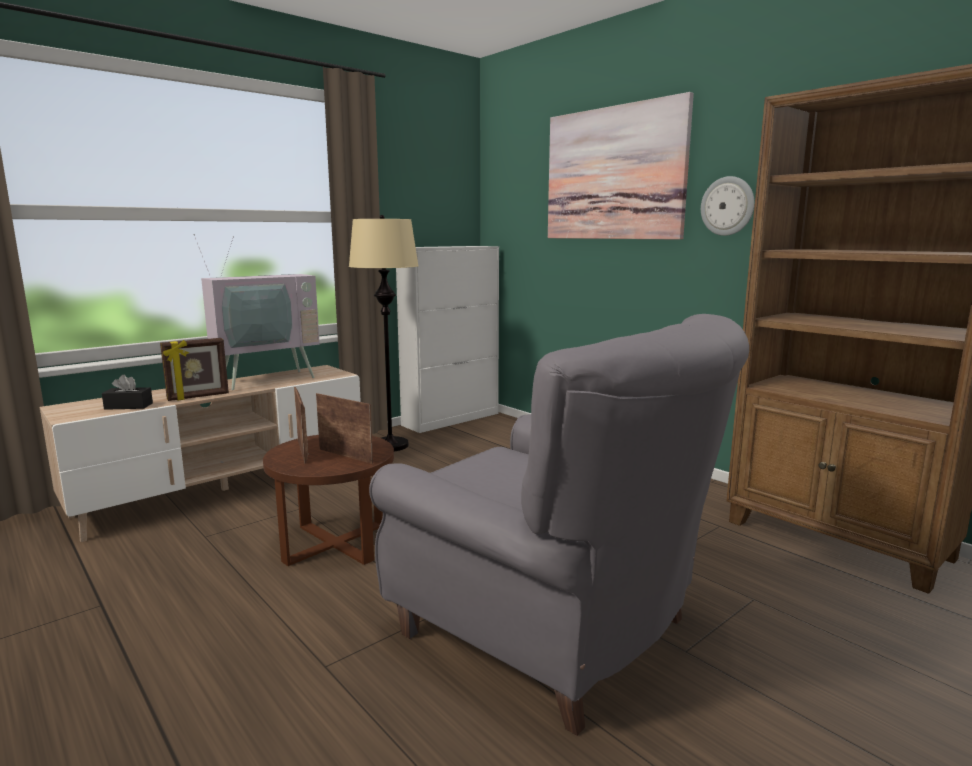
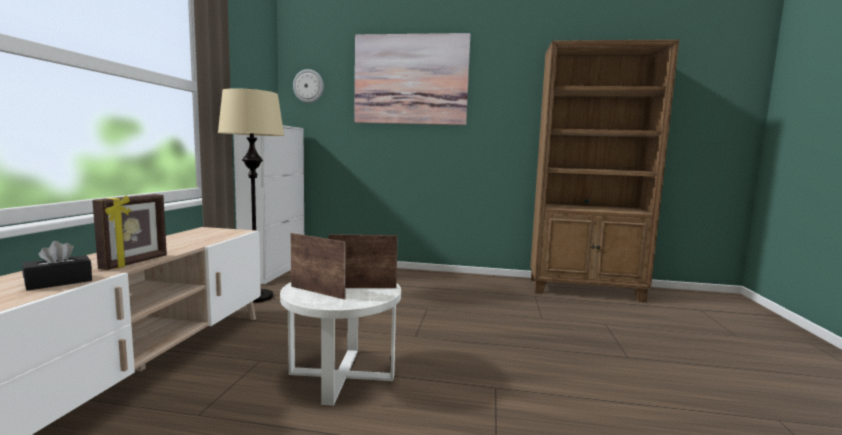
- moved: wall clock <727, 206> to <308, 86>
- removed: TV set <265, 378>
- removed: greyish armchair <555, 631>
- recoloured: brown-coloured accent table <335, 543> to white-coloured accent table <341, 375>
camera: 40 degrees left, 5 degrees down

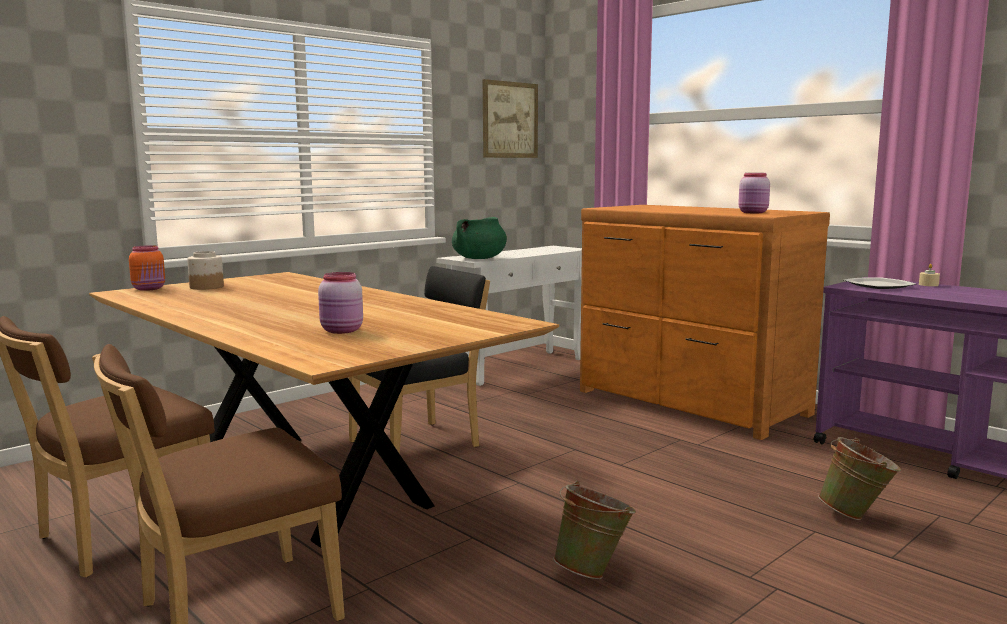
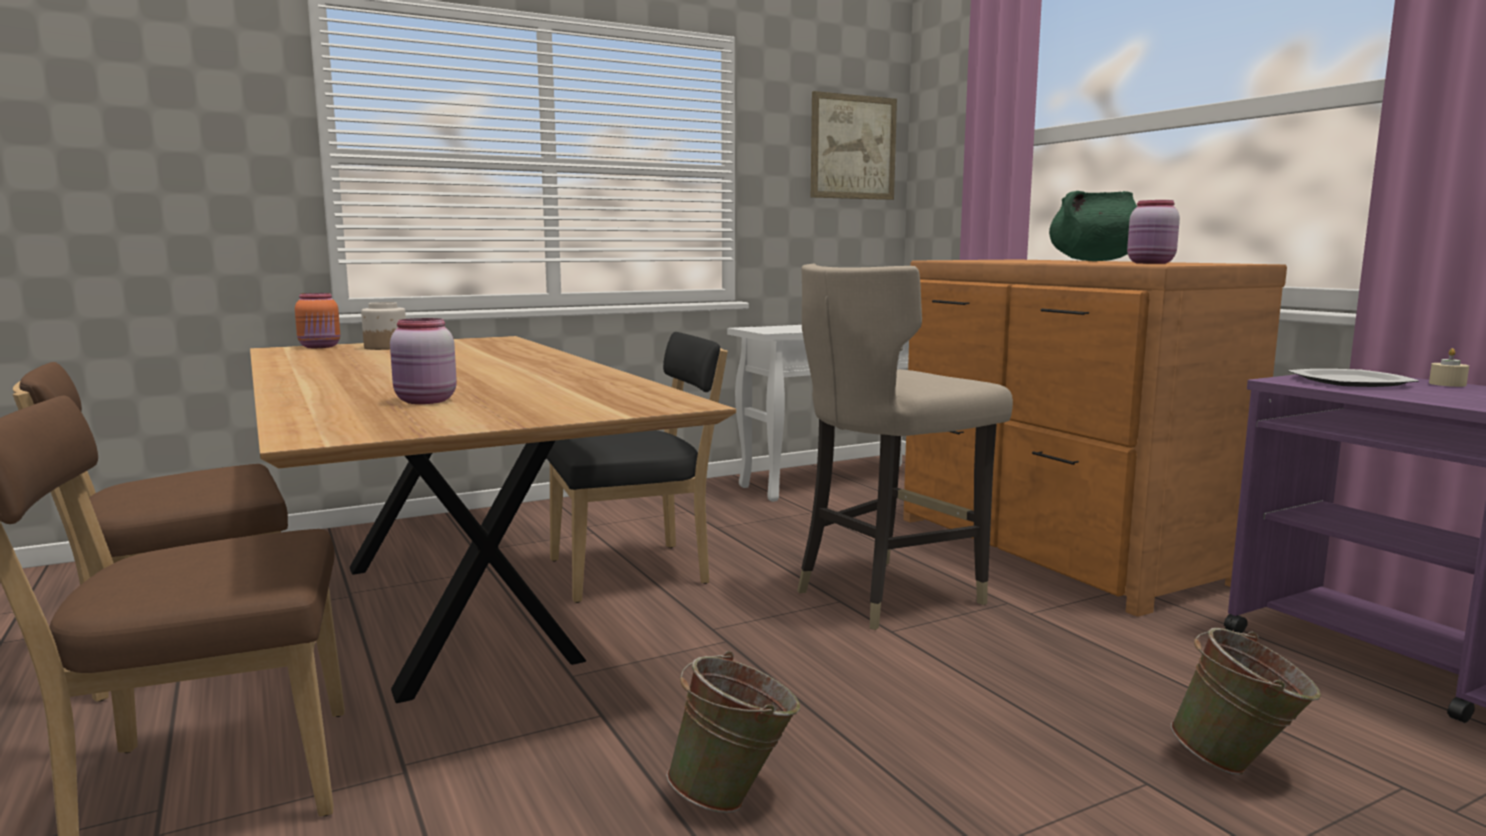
- moved: greenish cooking pot <479, 258> to <1094, 261>
- added: sand-coloured stool <888, 594>
camera: 15 degrees right, 0 degrees up

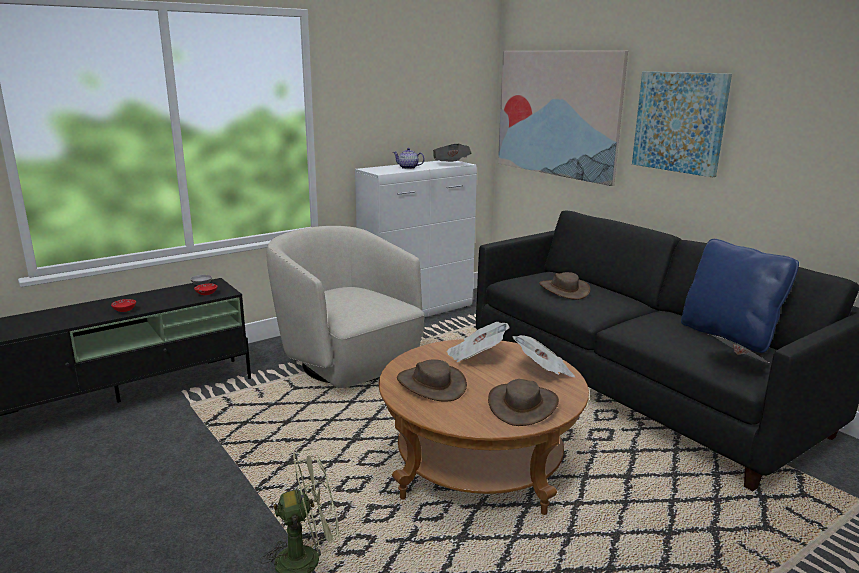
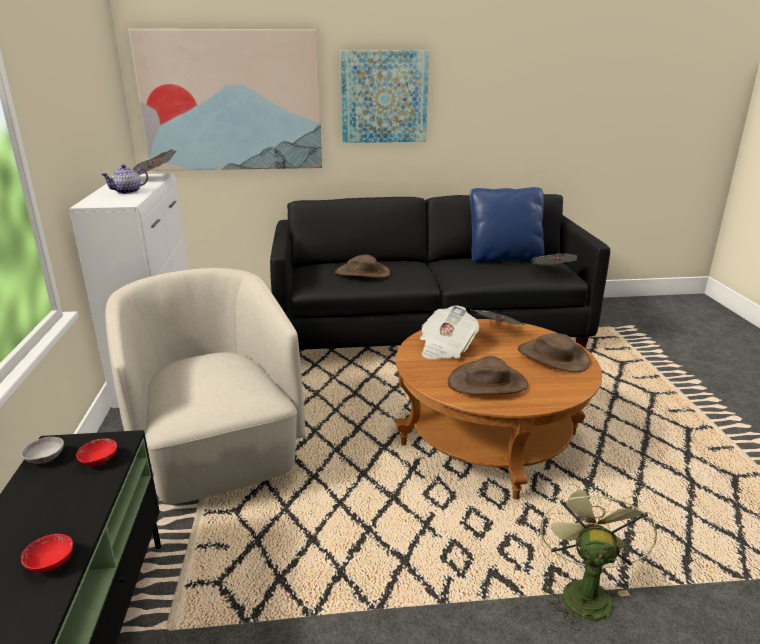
- turned: sand-coloured armchair <348, 362> = <217, 452> 75 degrees clockwise
camera: 60 degrees left, 5 degrees up

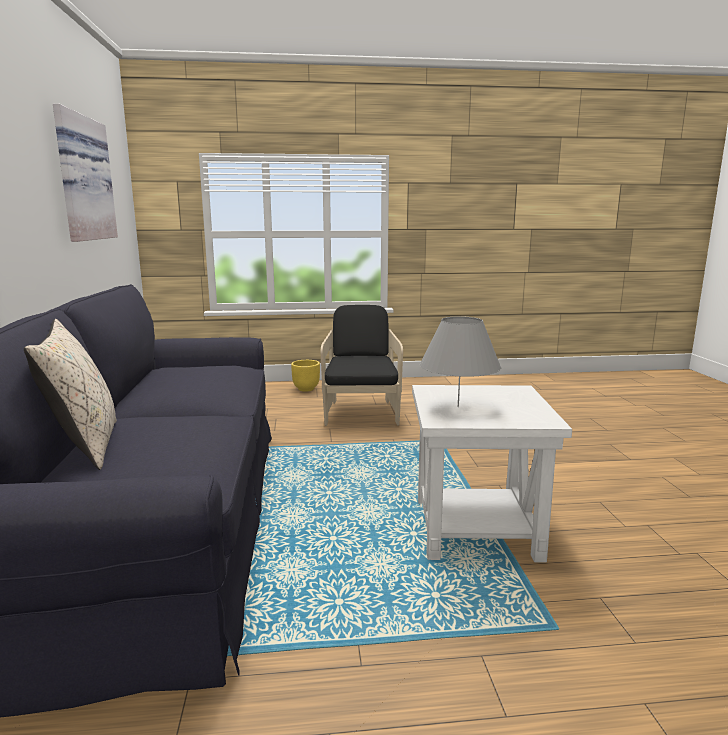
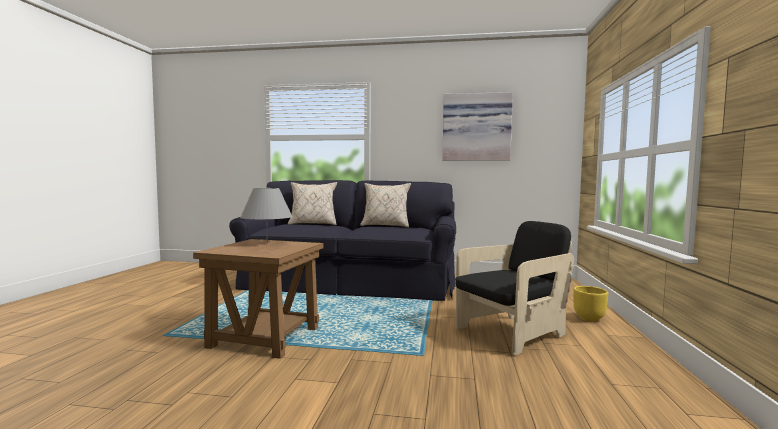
- turned: blackish armchair <361, 412> = <511, 333> 45 degrees counterclockwise
- recoloured: white-coloured accent table <474, 527> to brown-coloured accent table <265, 337>
- added: sand-coloured pillow <385, 226>
camera: 105 degrees right, 10 degrees down

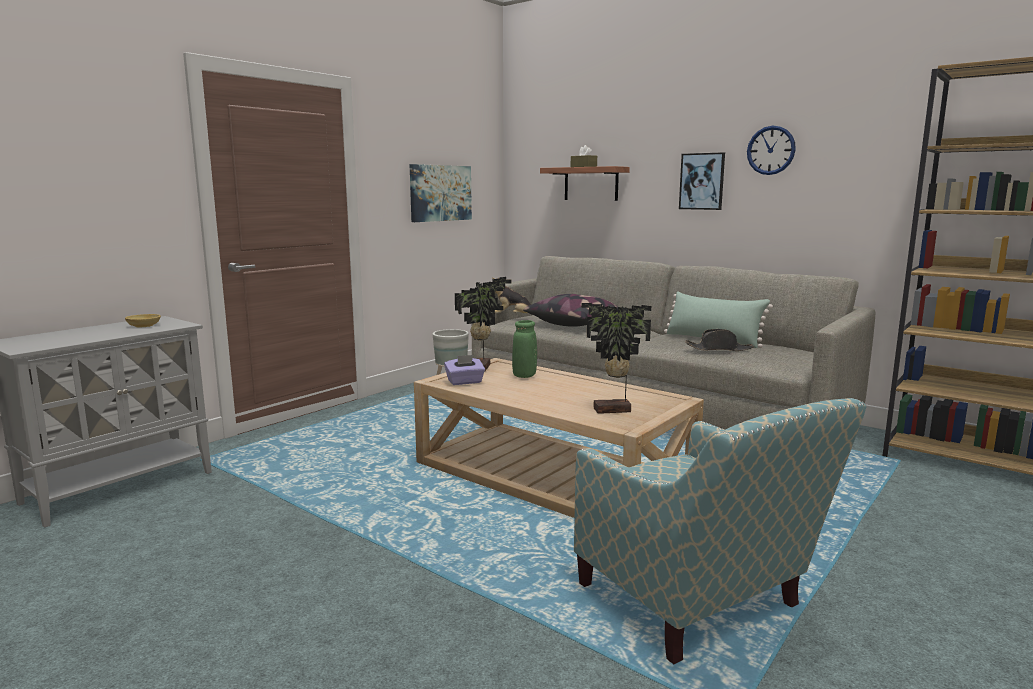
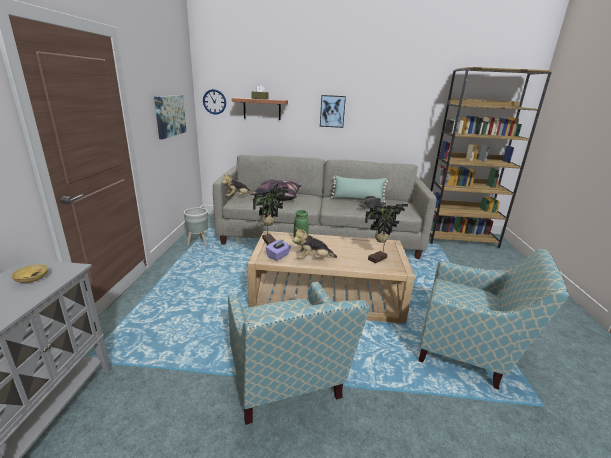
- moved: wall clock <771, 150> to <214, 102>
- added: soft toy <313, 259>
- added: armchair <287, 387>
camera: 35 degrees left, 10 degrees up

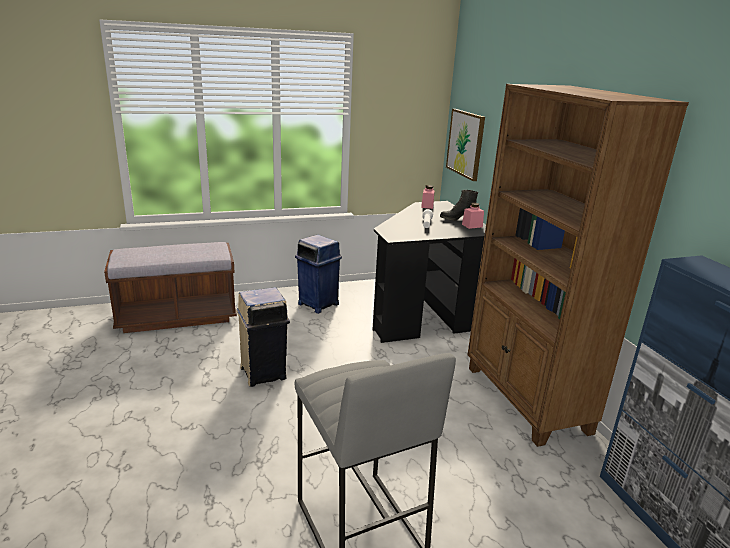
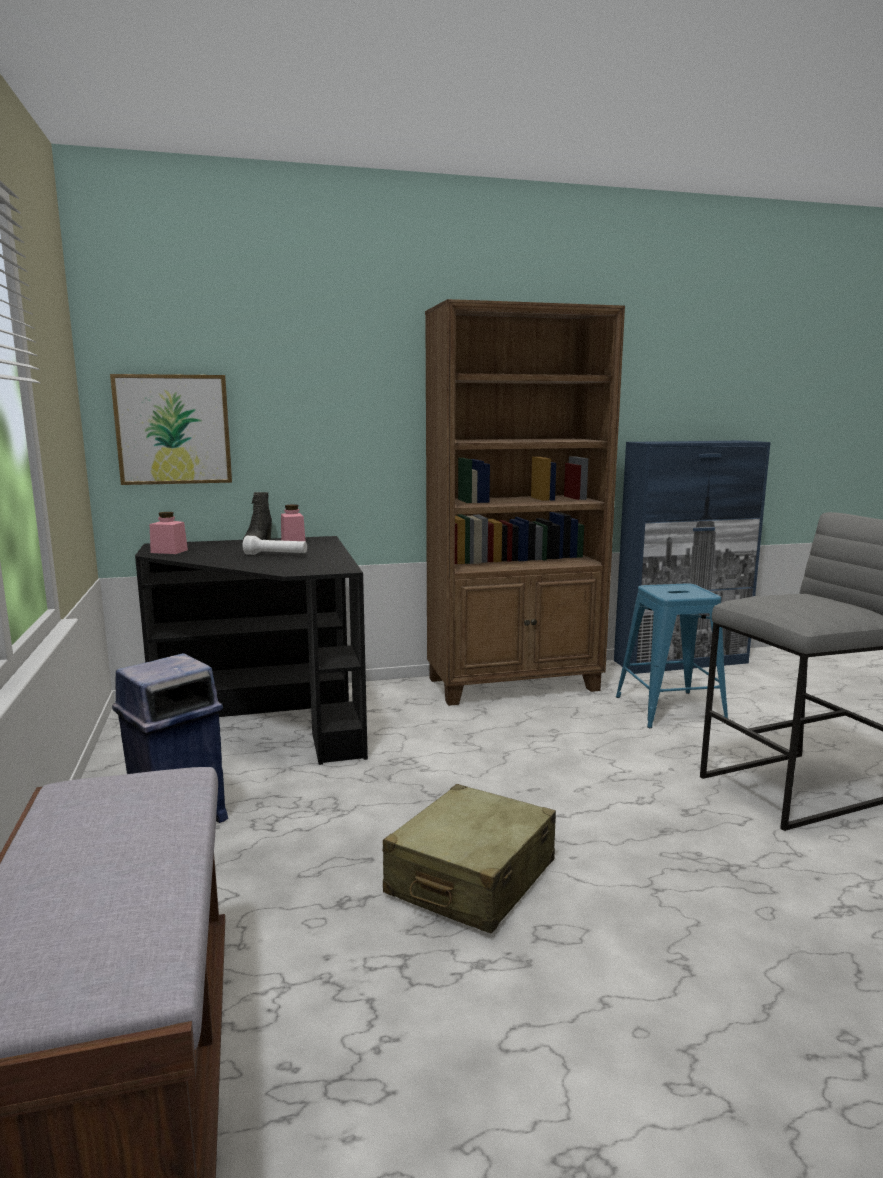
- replaced: sand-coloured waste bin <264, 373> to sand-coloured suitcase <471, 878>
- added: blue-coloured stool <669, 709>
camera: 85 degrees left, 10 degrees down

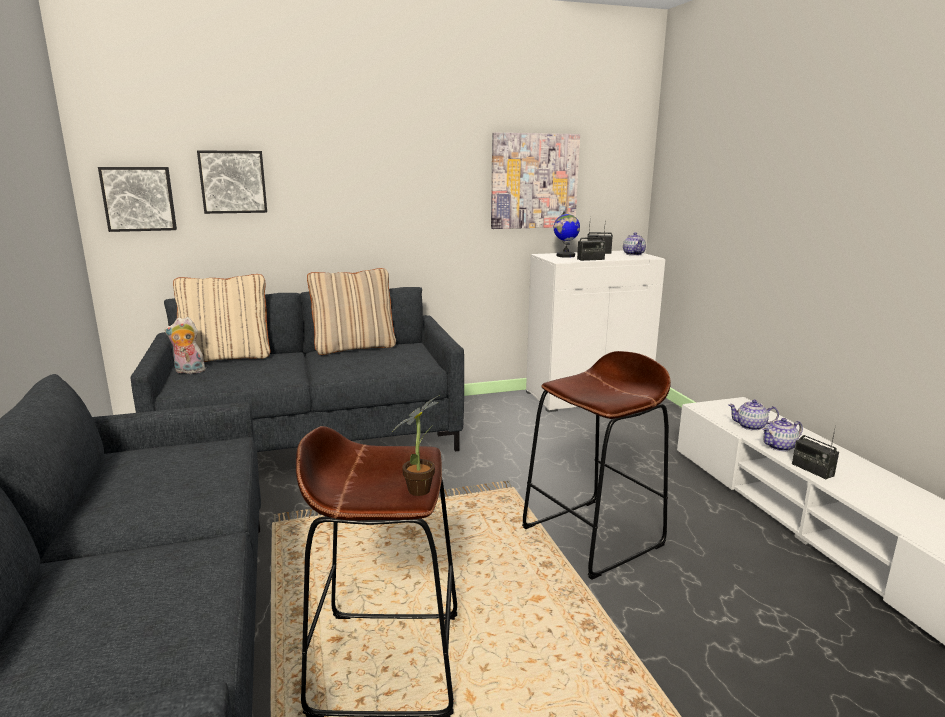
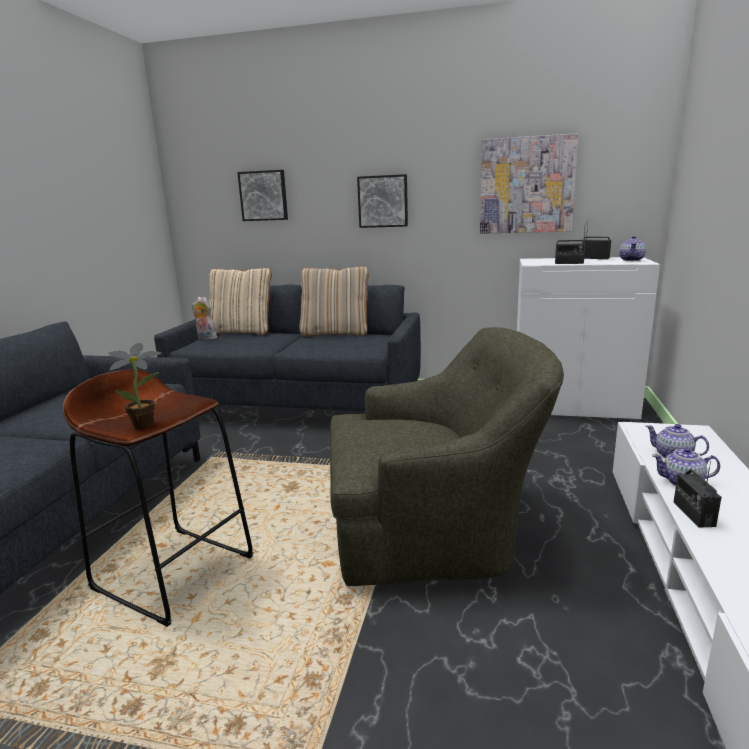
- moved: wall picture <139, 199> to <383, 201>
- removed: world globe <565, 256>
- replaced: brown-coloured stool <593, 536> to greenish armchair <435, 528>
camera: 30 degrees right, 0 degrees up

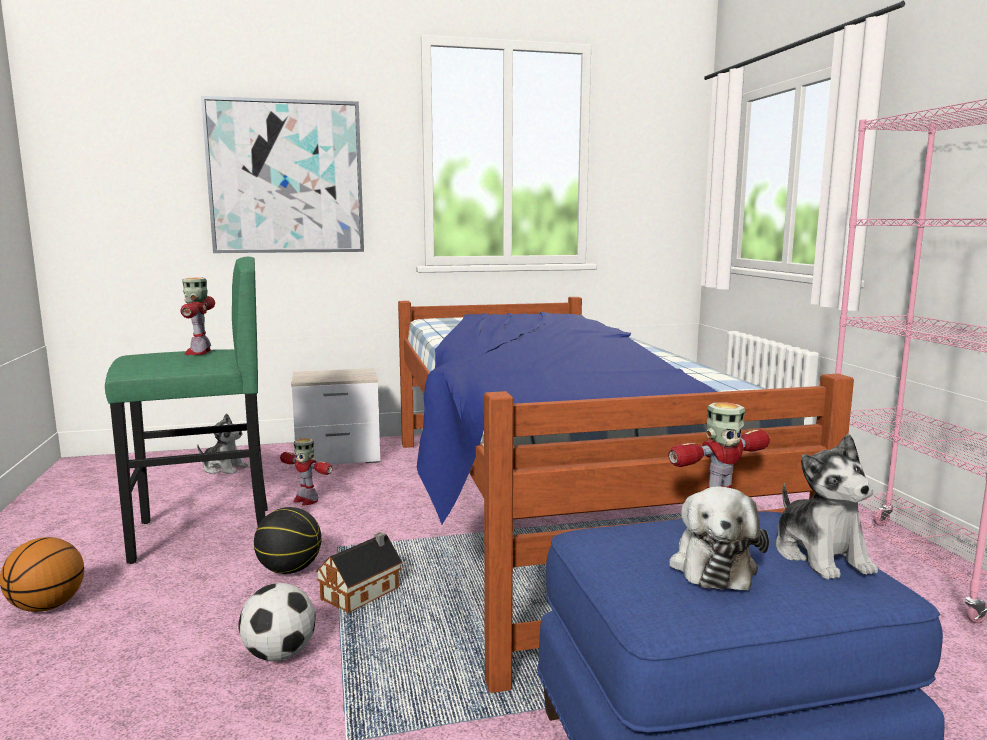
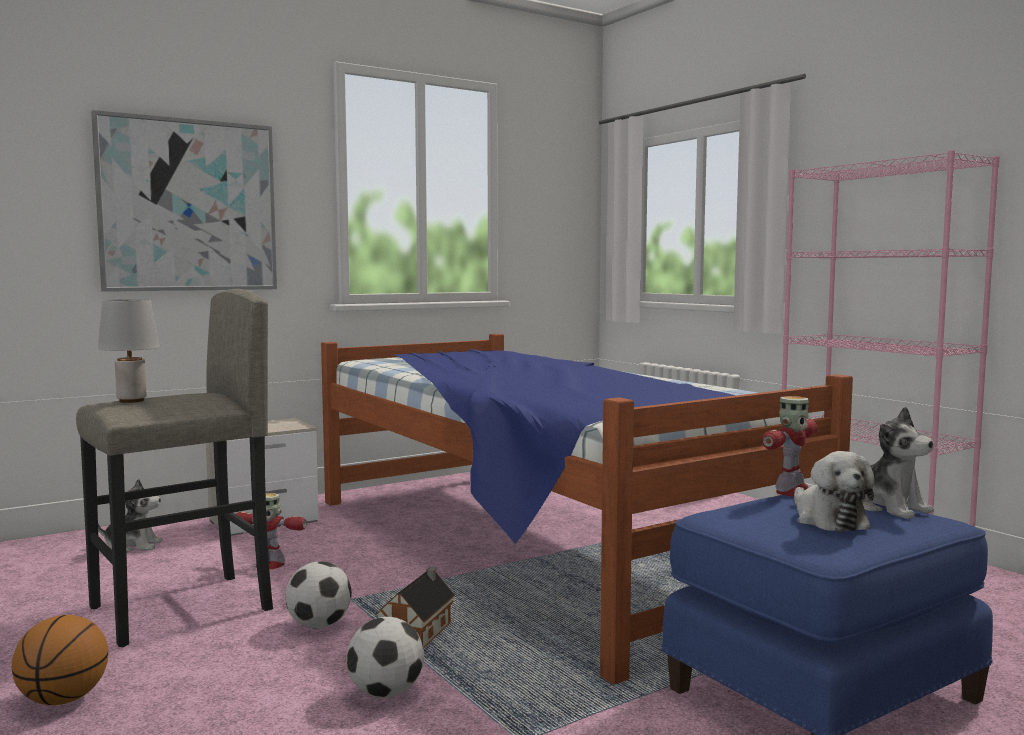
- recoloured: greenish stool <204, 534> to greyish stool <182, 609>
- removed: model robot <199, 352>
- replaced: basketball <289, 569> to football <319, 625>
- added: greyish lamp for a table <131, 401>
camera: 20 degrees left, 5 degrees down

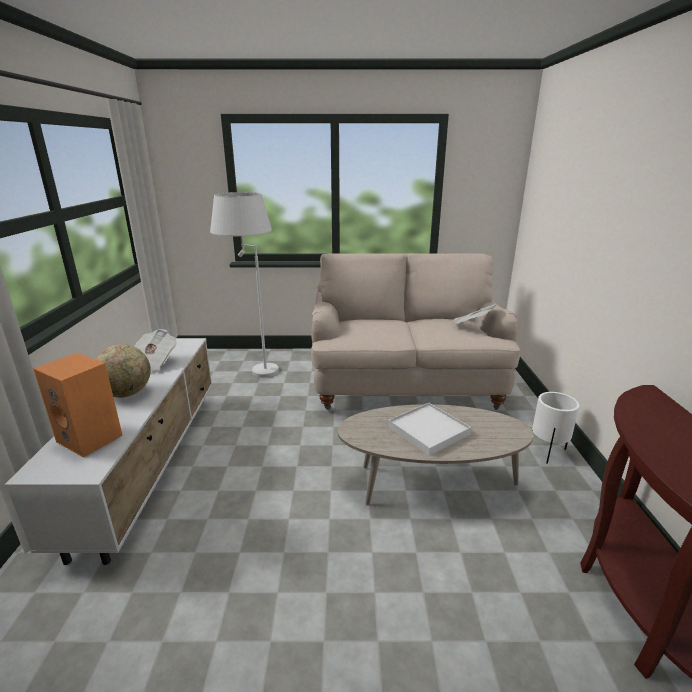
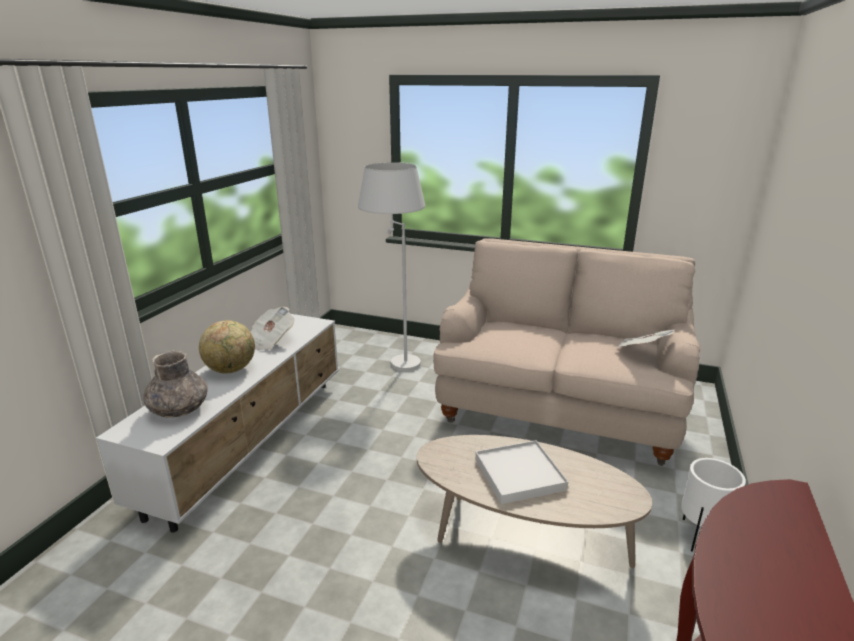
- replaced: orange-coloured loudspeaker <91, 438> to greyish flower vase <179, 410>
camera: 20 degrees right, 0 degrees up

